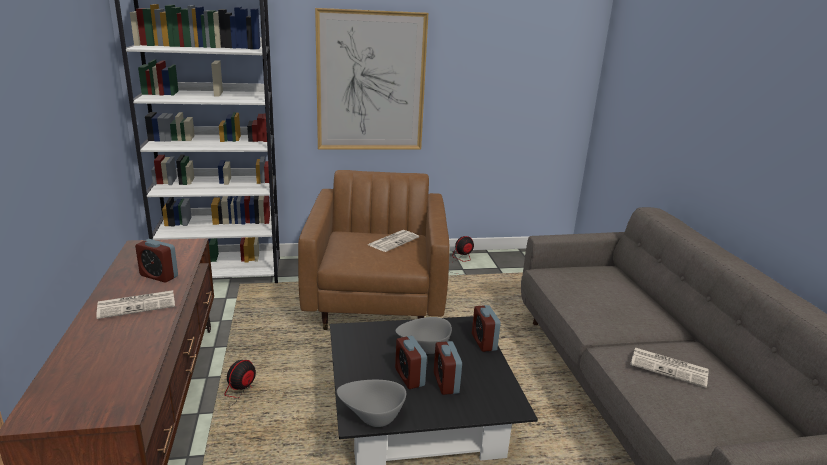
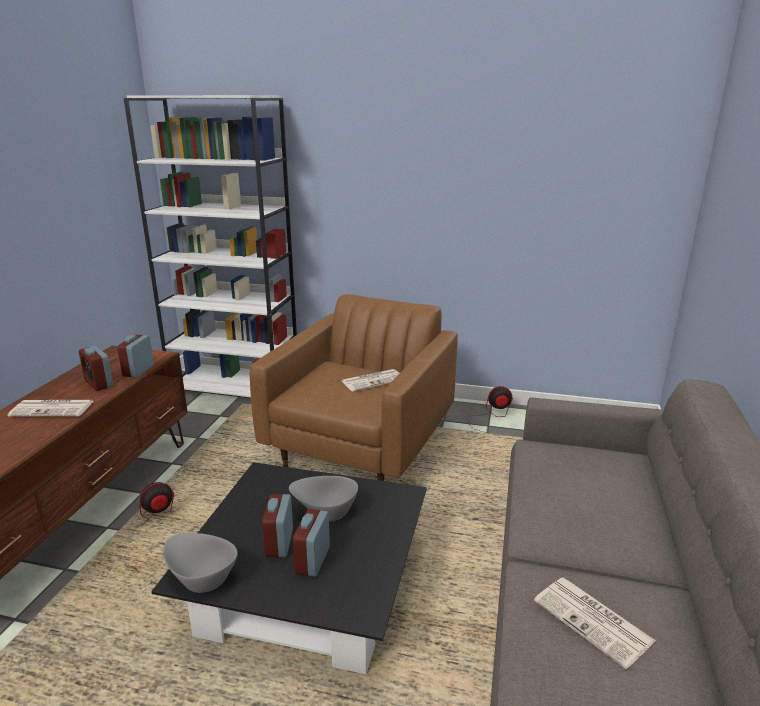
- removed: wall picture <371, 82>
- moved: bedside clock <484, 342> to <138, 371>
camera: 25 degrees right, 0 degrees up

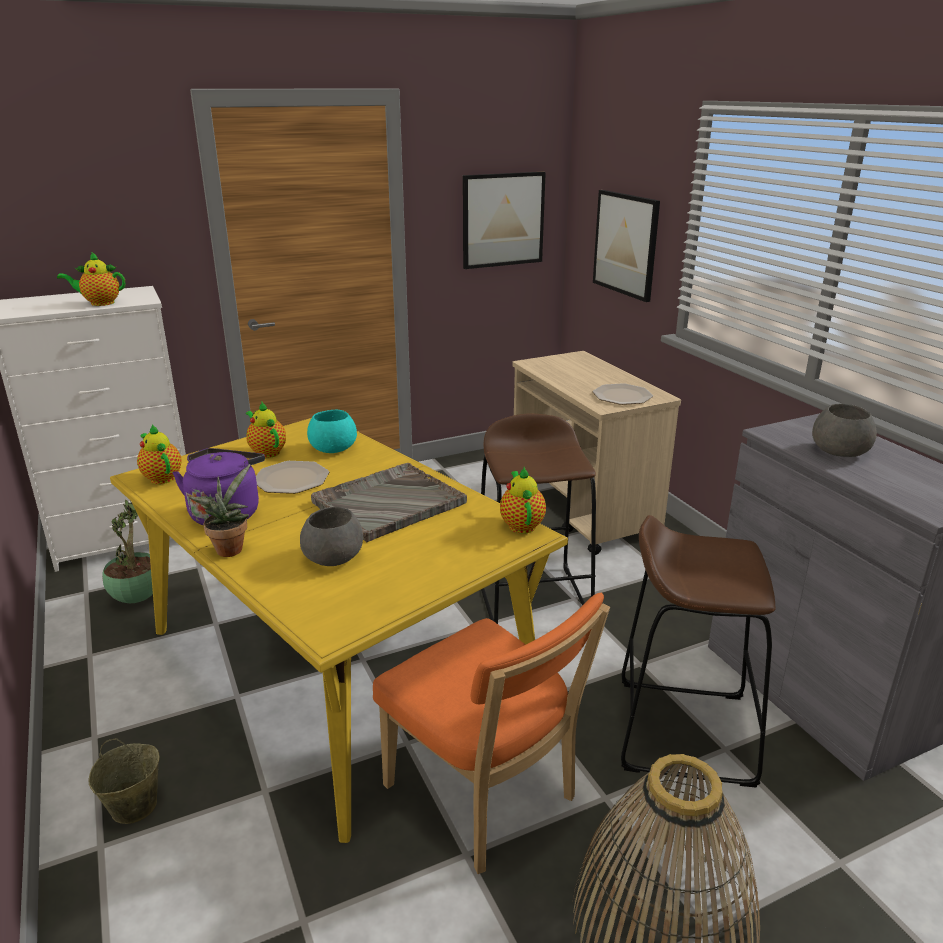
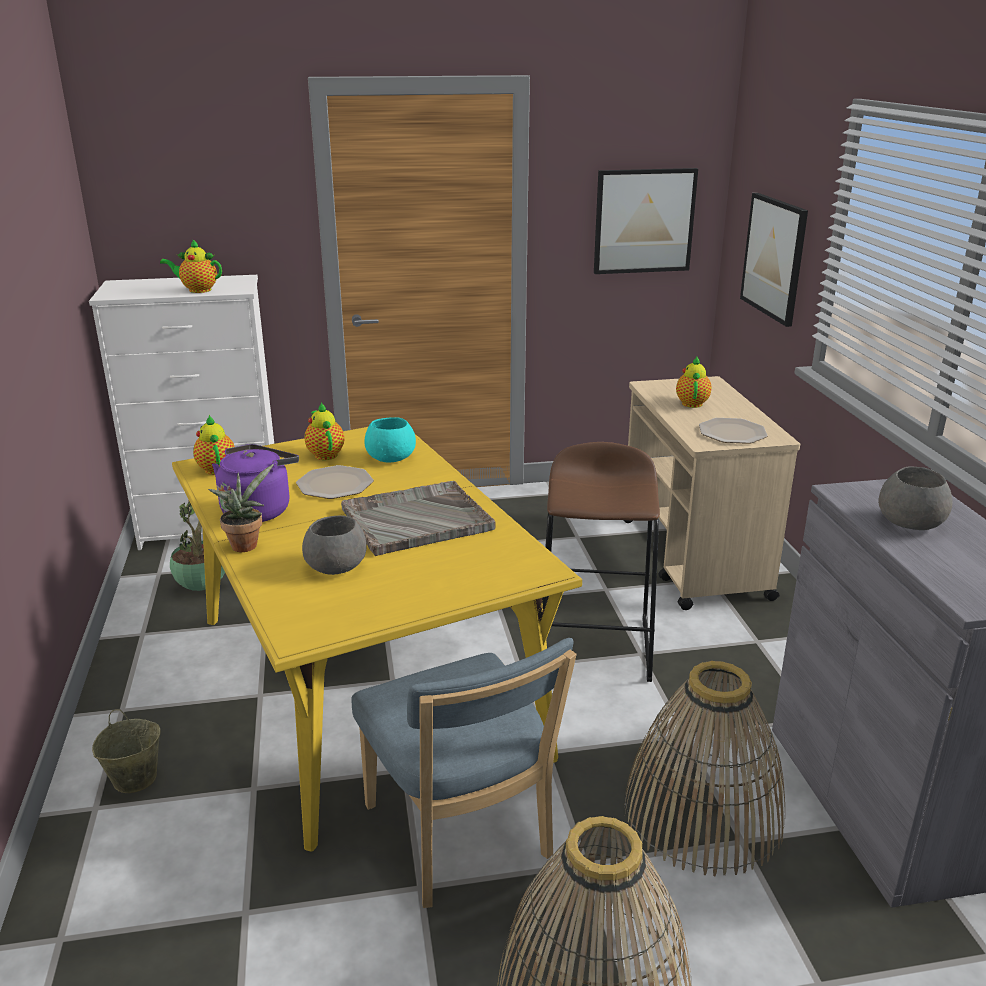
- moved: tea pot <521, 524> to <692, 403>
- replaced: brown-coloured stool <683, 731> to basket <702, 813>
- recoloured: orange-coloured chair <485, 798> to blue-coloured chair <461, 838>
camera: 15 degrees right, 0 degrees up

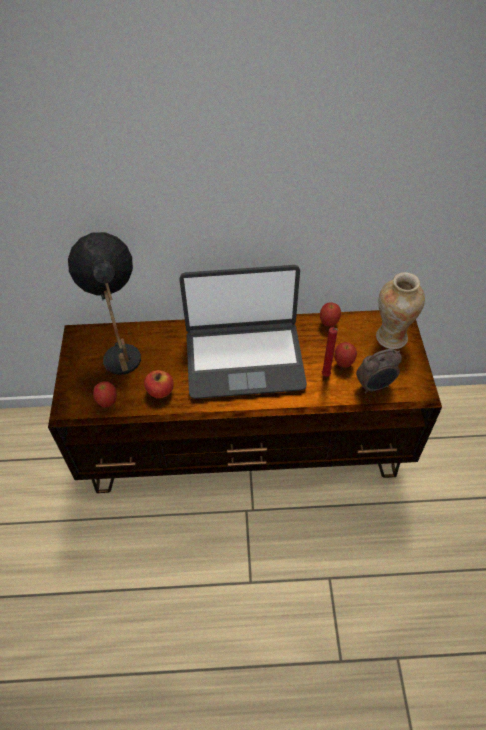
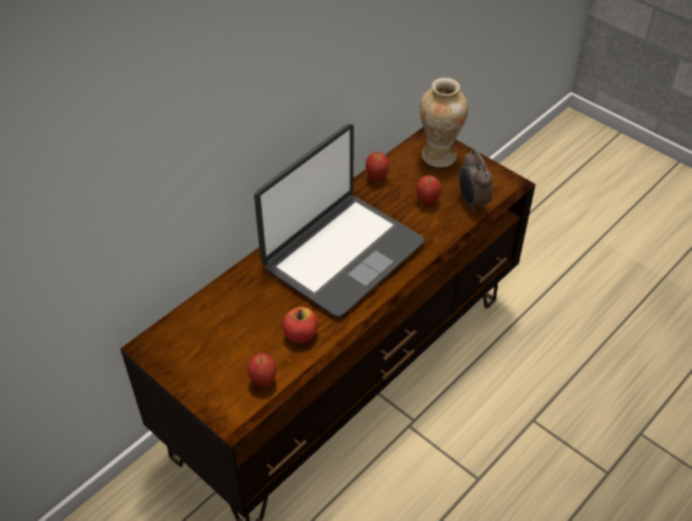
- removed: blackish lamp for a table <122, 348>
- removed: reddish wax candle <326, 376>
- turned: bedside clock <375, 386> = <472, 202> 135 degrees clockwise
camera: 45 degrees left, 5 degrees down

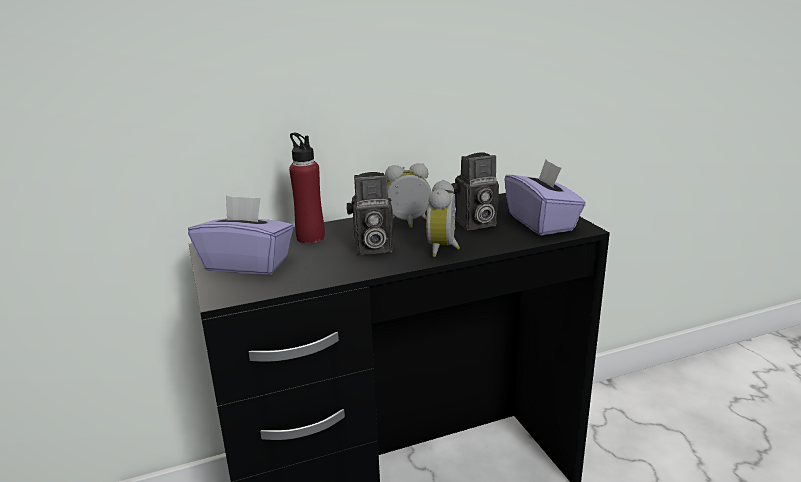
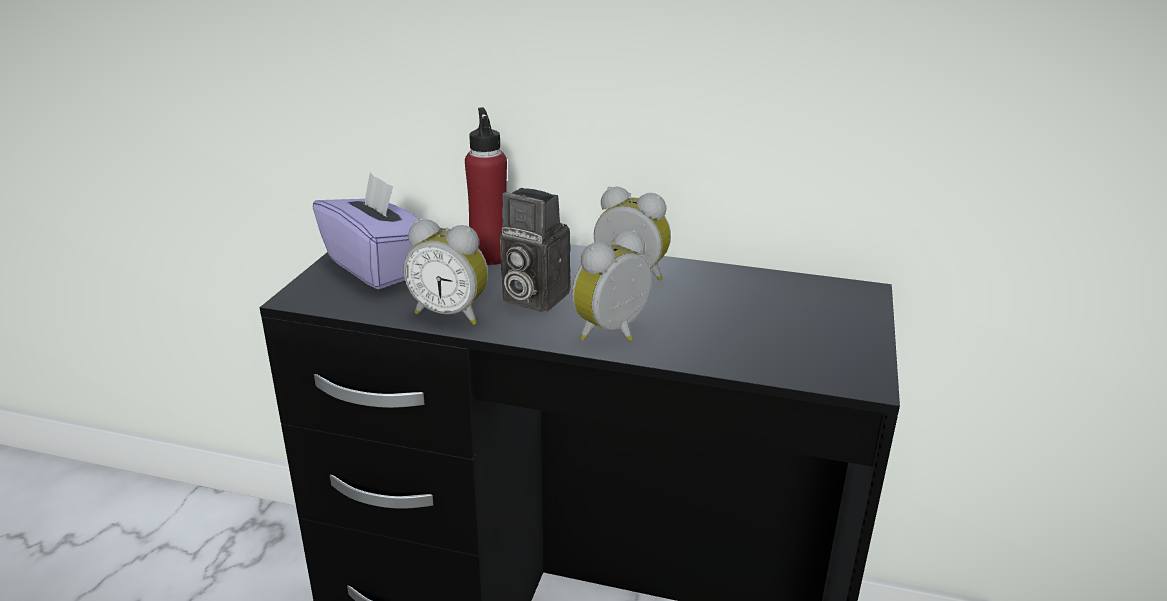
- removed: still camera <474, 224>
- removed: purple-coloured box of tissues <541, 222>
- added: bedside clock <451, 313>
camera: 35 degrees right, 5 degrees up

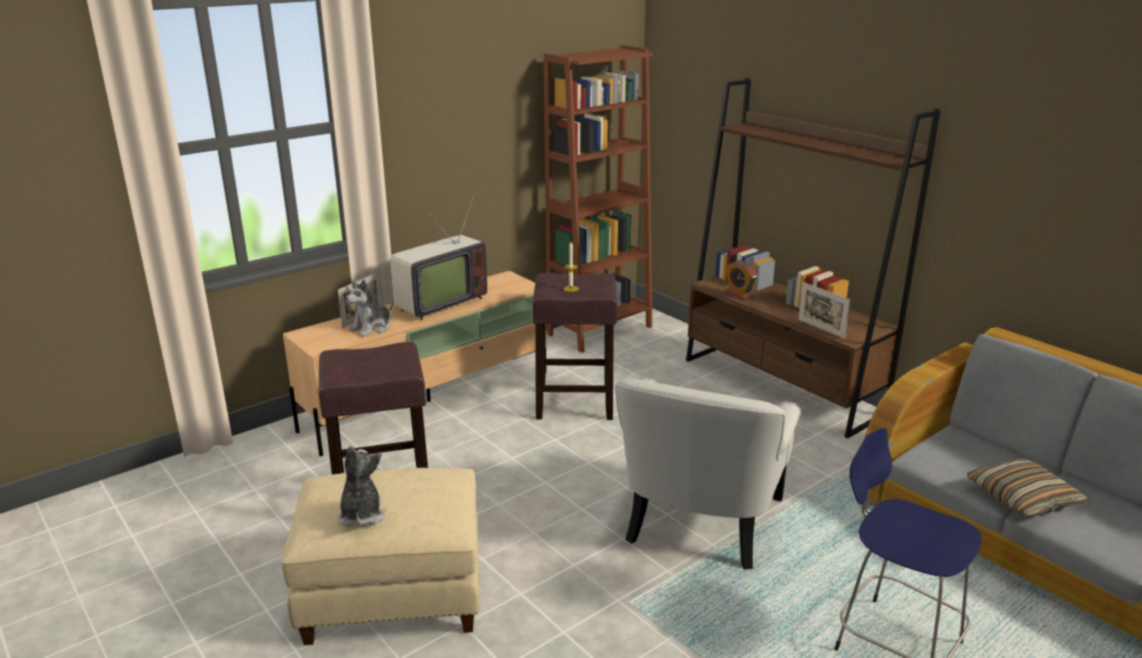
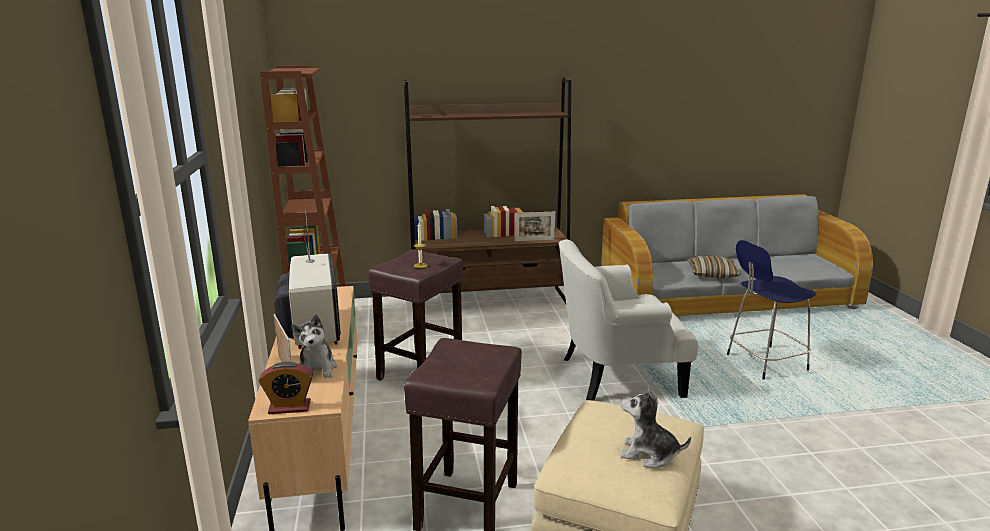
- moved: bedside clock <739, 294> to <289, 407>
- turned: white-coloured armchair <701, 520> = <616, 375> 120 degrees clockwise
camera: 60 degrees left, 5 degrees down

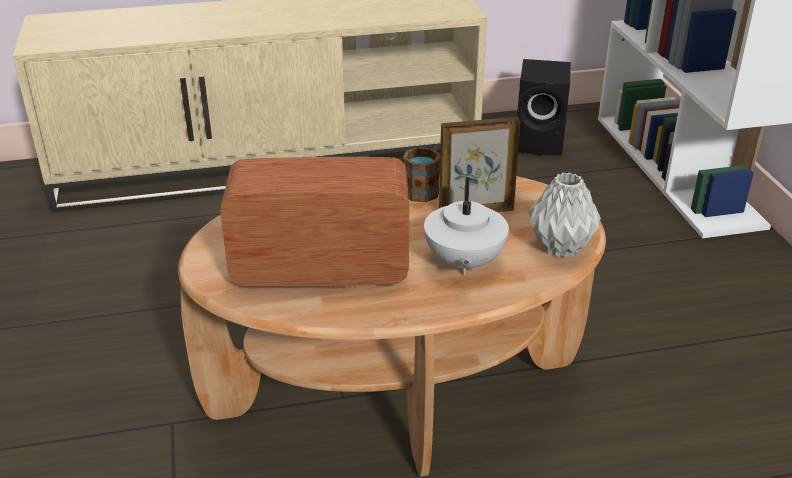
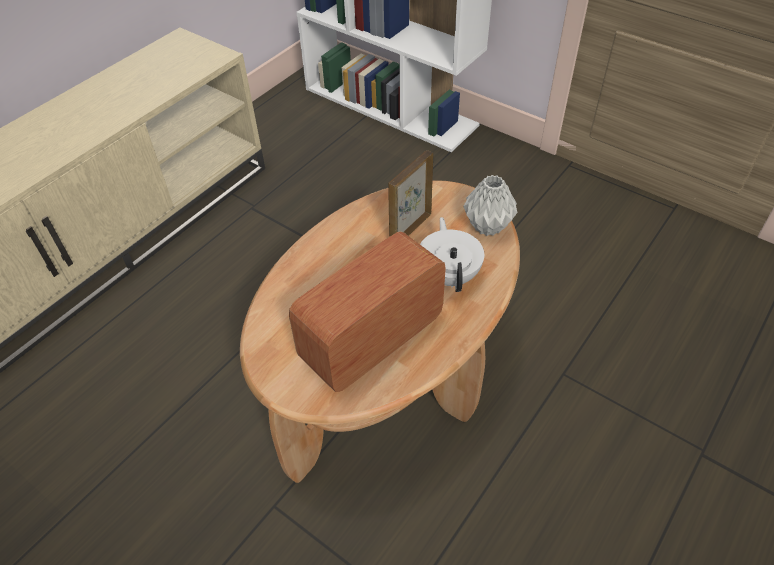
- removed: blackish loudspeaker <541, 142>
- removed: coffee mug <425, 188>
- turned: white-coloured tea pot <463, 263> = <449, 275> 150 degrees counterclockwise
camera: 40 degrees left, 15 degrees up

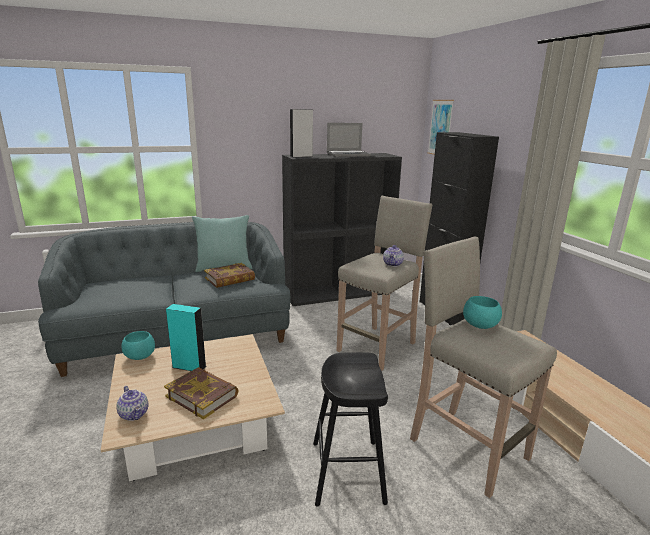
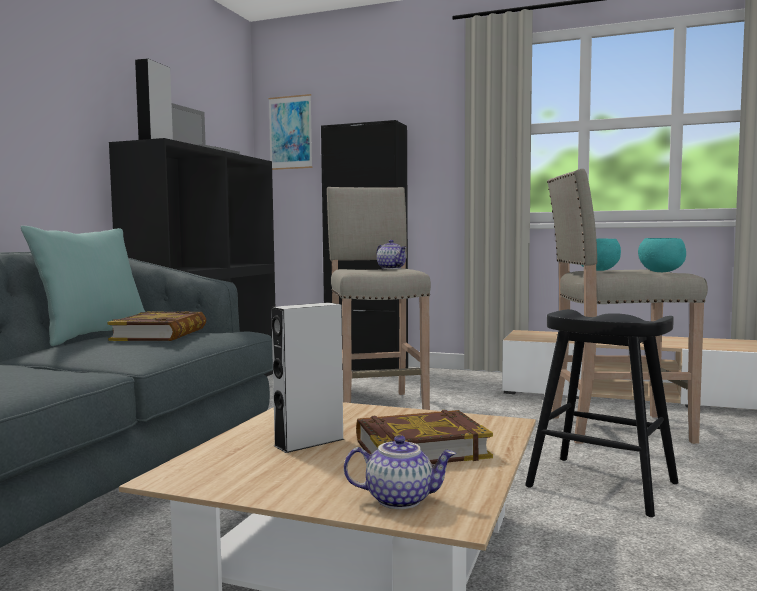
- recoloured: turquoise-coloured loudspeaker <189, 366> to greyish loudspeaker <309, 442>
- moved: turquoise-coloured serving bowl <140, 356> to <660, 272>
camera: 50 degrees left, 15 degrees down

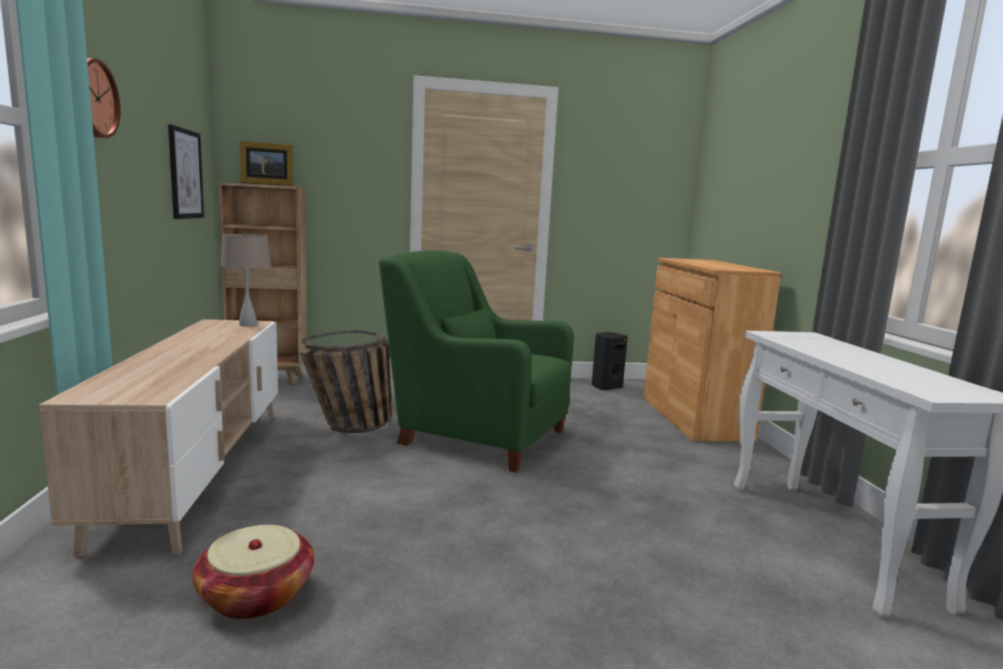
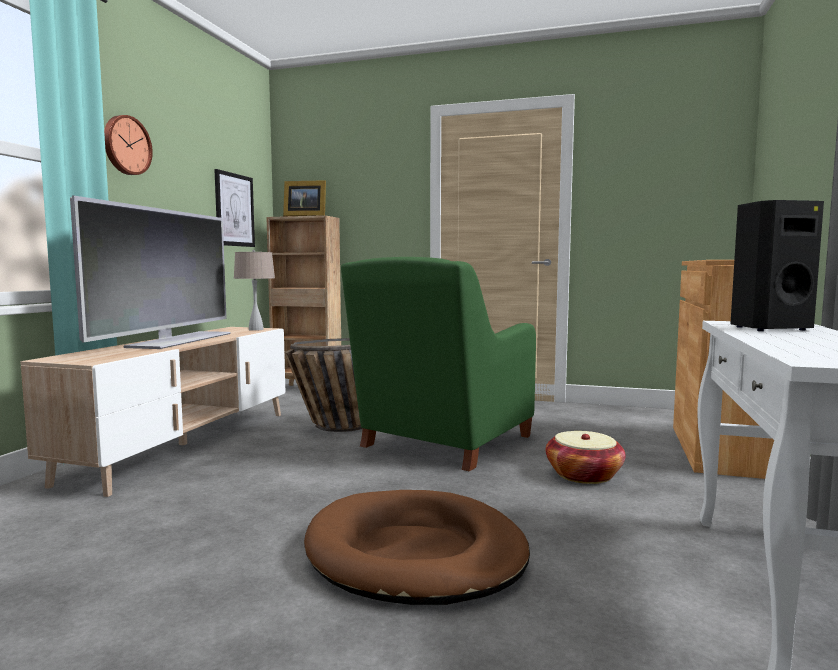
- turned: greenish armchair <476, 435> = <443, 443> 105 degrees counterclockwise
- moved: blackish loudspeaker <606, 386> to <768, 328>
- moved: basket <256, 595> to <584, 475>
- added: TV set <179, 340>
- added: brown-coloured pet bed <415, 553>
camera: 25 degrees right, 5 degrees down

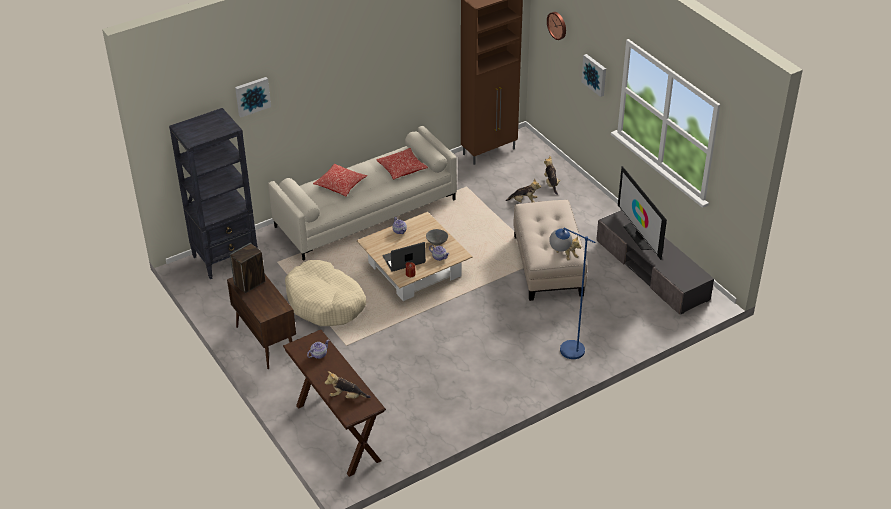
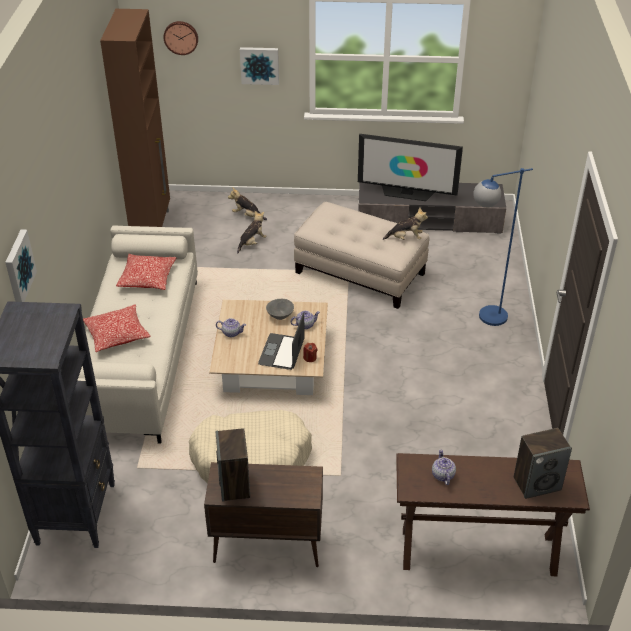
- replaced: soft toy <347, 396> to loudspeaker <537, 483>
camera: 55 degrees left, 0 degrees up

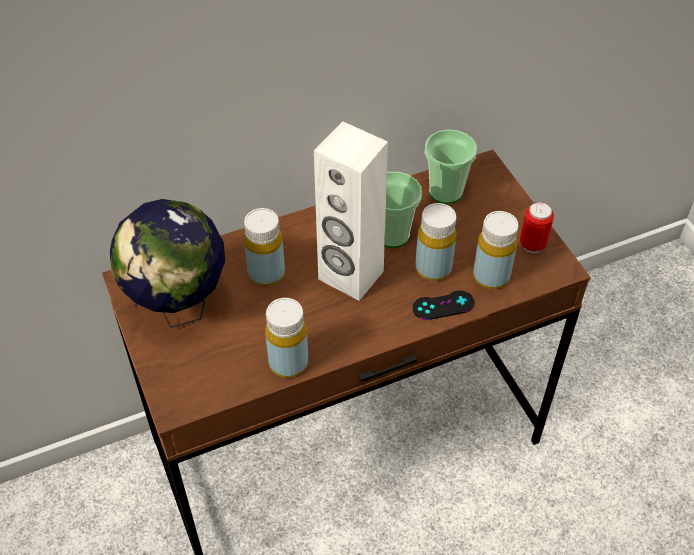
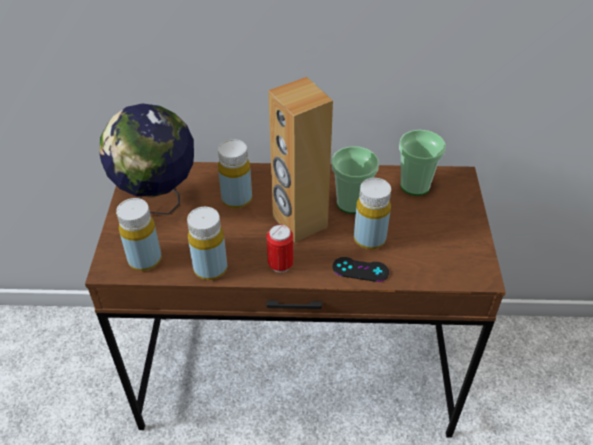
- recoloured: white-coloured loudspeaker <350, 276> to brown-coloured loudspeaker <299, 222>
- moved: sealed can <532, 245> to <280, 264>
- moved: yellow drink bottle <491, 276> to <145, 259>
camera: 25 degrees right, 5 degrees down

